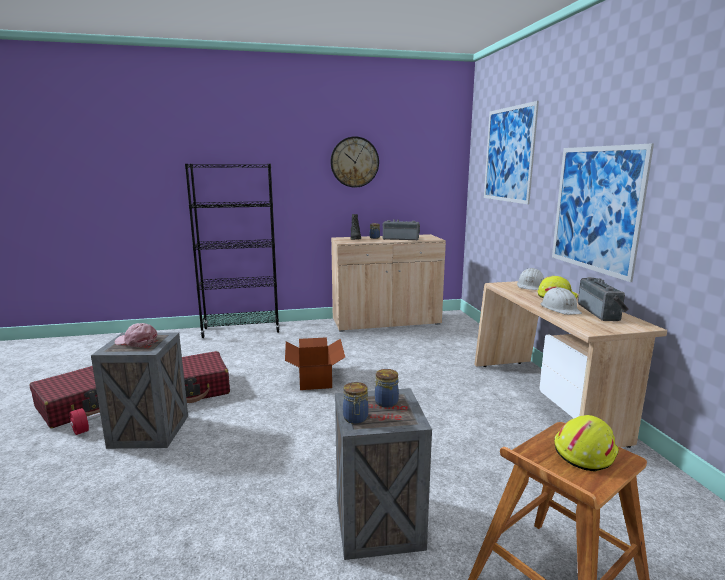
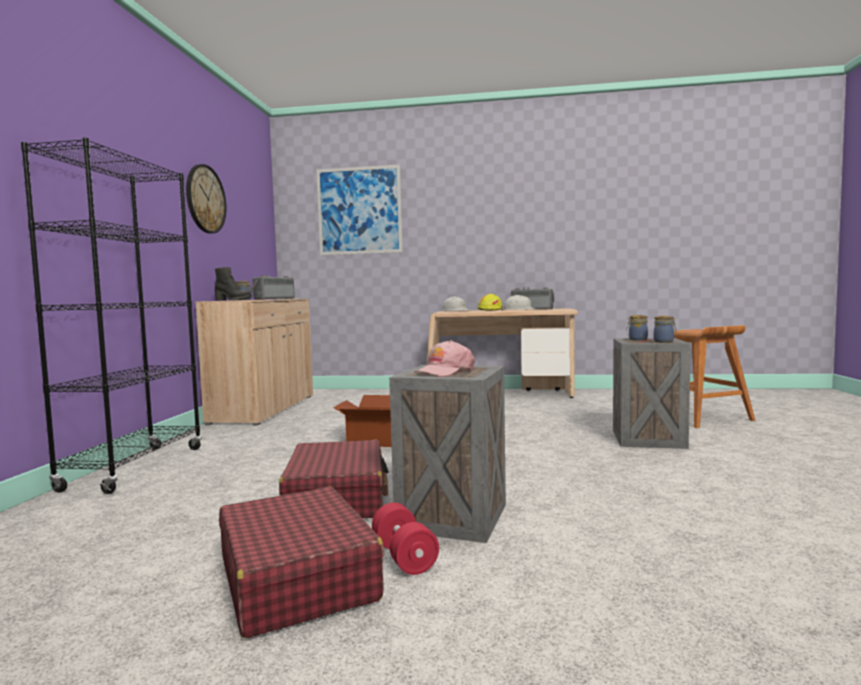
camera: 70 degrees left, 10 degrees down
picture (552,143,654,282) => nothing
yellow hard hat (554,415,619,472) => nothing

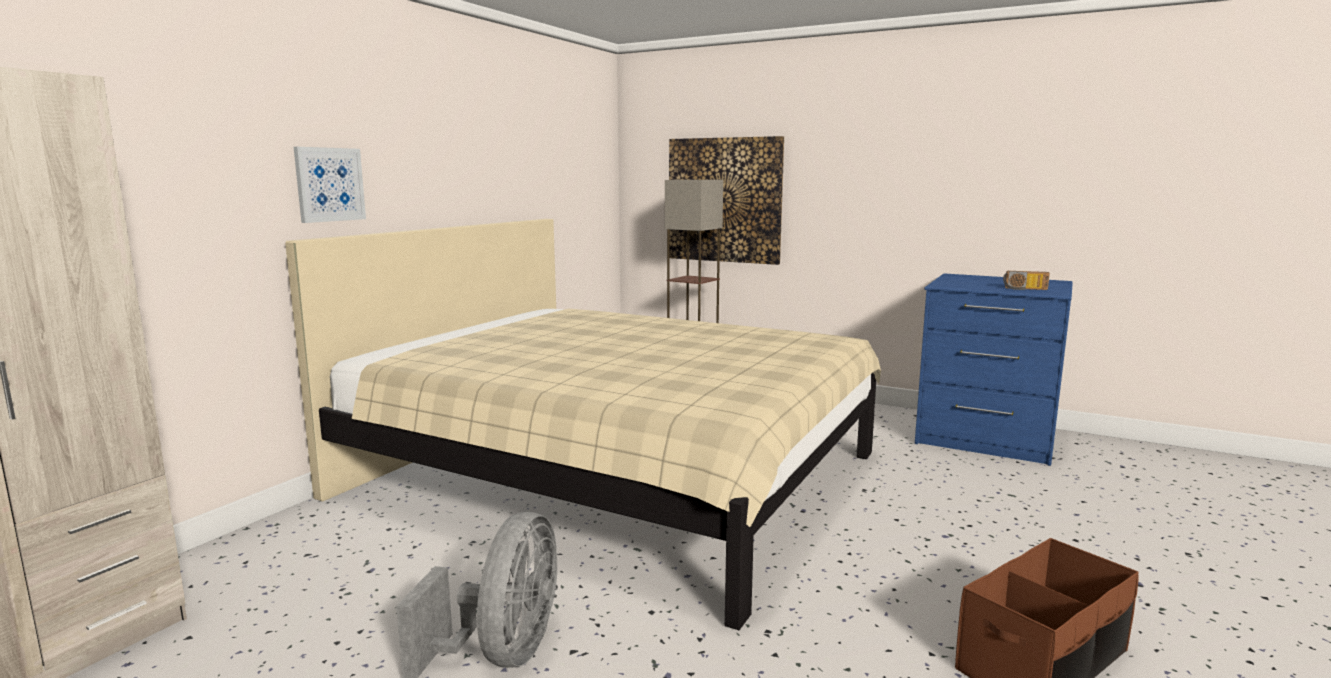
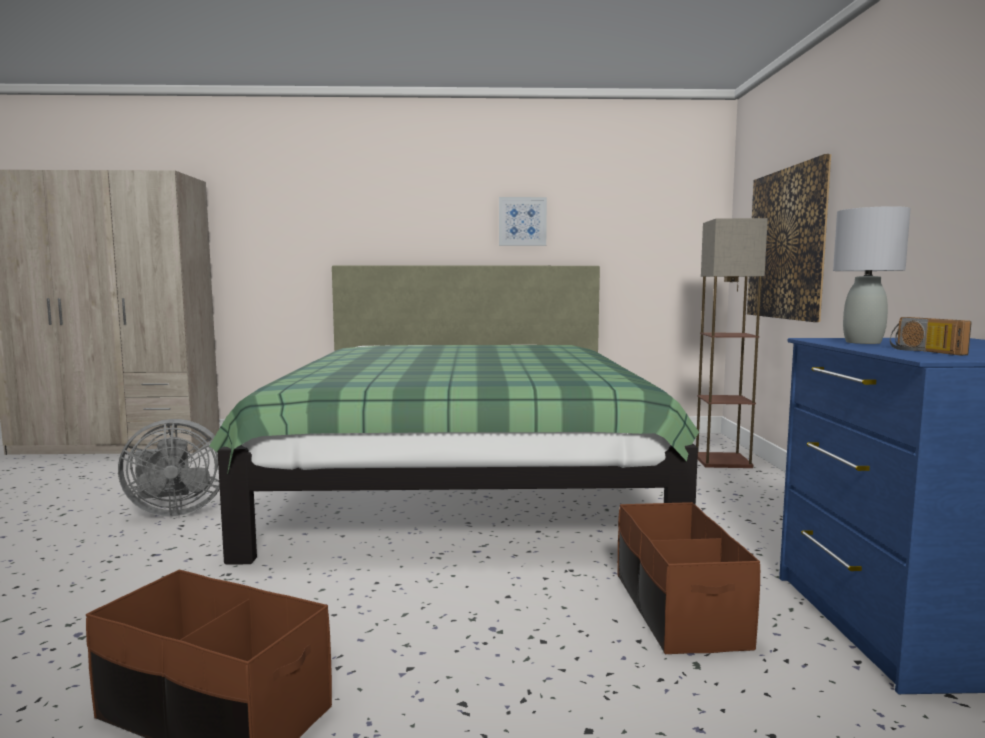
camera: 60 degrees right, 5 degrees down
nothing => brown storage box (617,502,760,654)
nothing => grey table lamp (833,206,911,344)
picture (294,147,366,223) => picture (499,197,547,246), relocated
beige bed (285,219,881,630) => green bed (209,266,699,565)

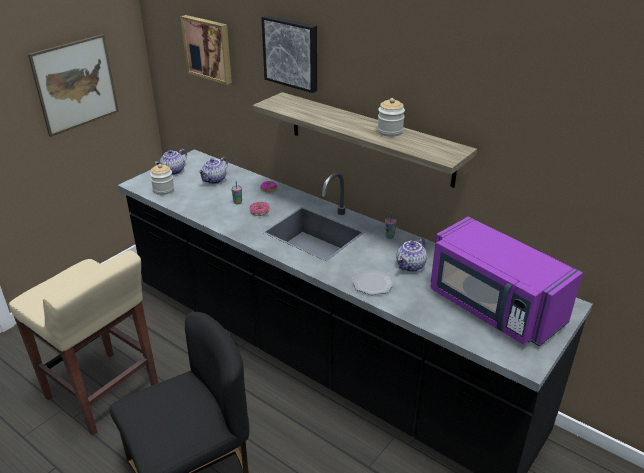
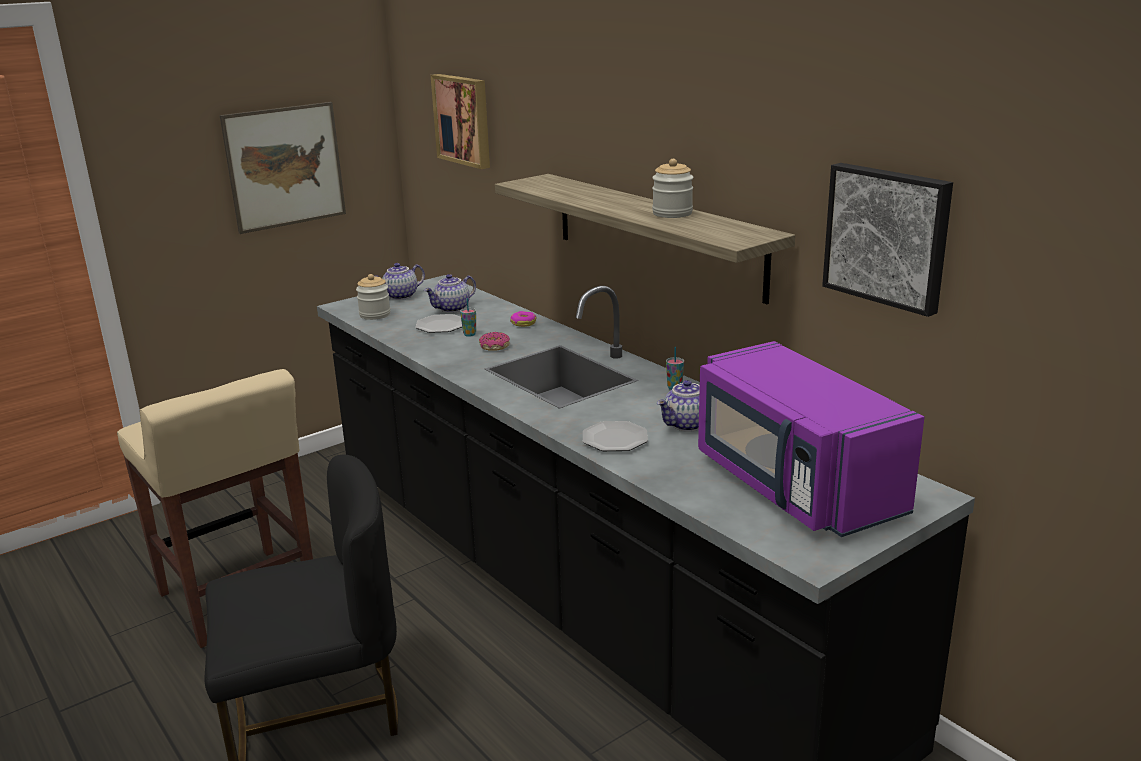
camera: 15 degrees right, 10 degrees down
nothing => plate (415,314,462,333)
picture (261,15,317,93) => picture (822,163,953,317), relocated

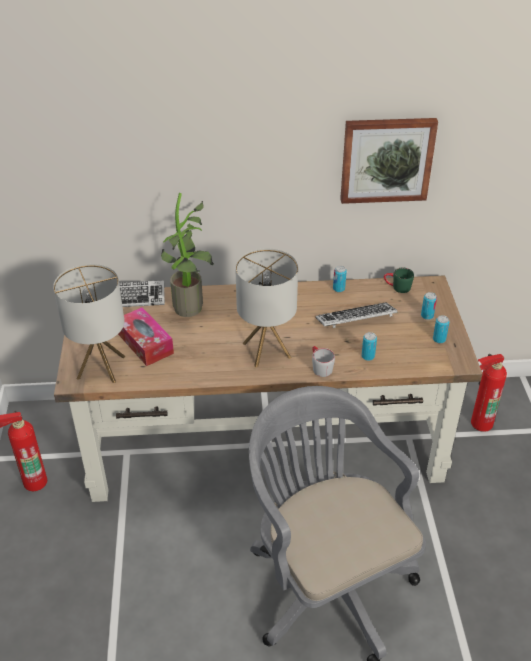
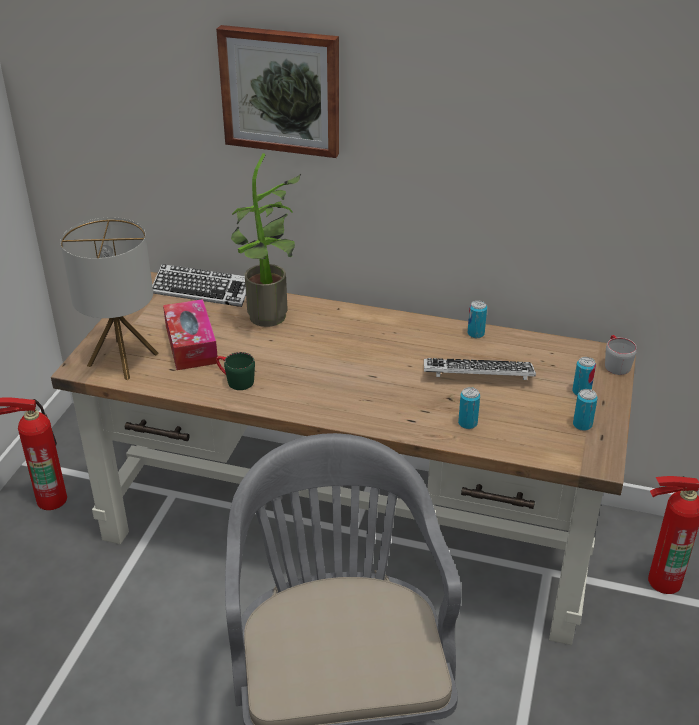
camera: 20 degrees right, 5 degrees down
table lamp (235,248,298,367) => nothing
grey mug (312,346,335,377) => grey mug (605,335,637,375), relocated
picture (340,118,438,204) => picture (216,25,339,158), relocated
green mug (384,268,414,293) => green mug (216,352,255,390), relocated

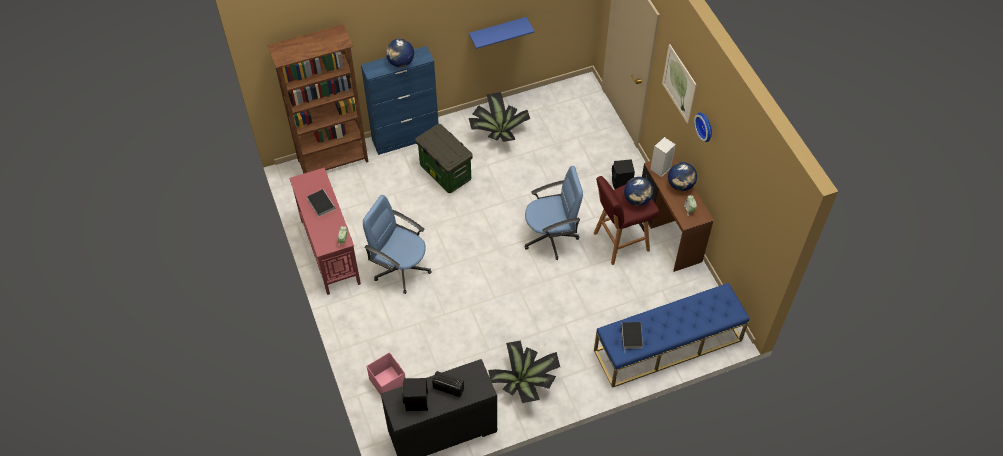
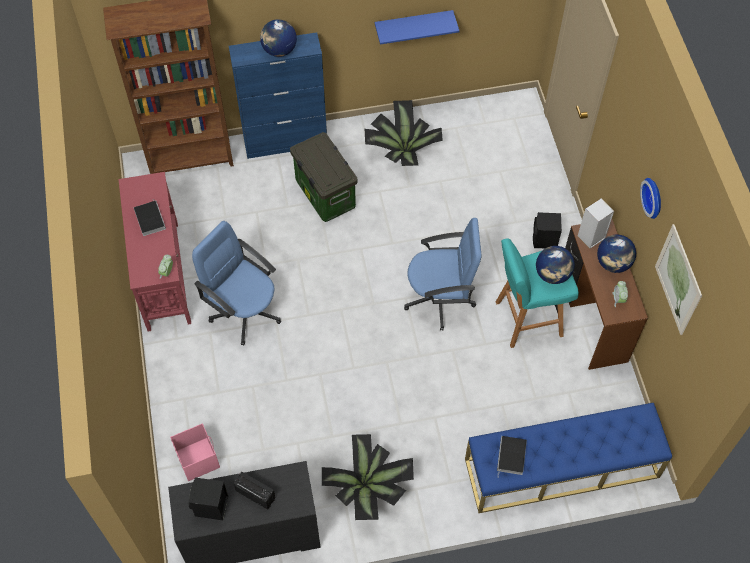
camera: 10 degrees right, 5 degrees up
picture (662,44,697,124) => picture (655,224,702,335), relocated
red stool (594,176,659,265) => turquoise stool (496,239,579,348)

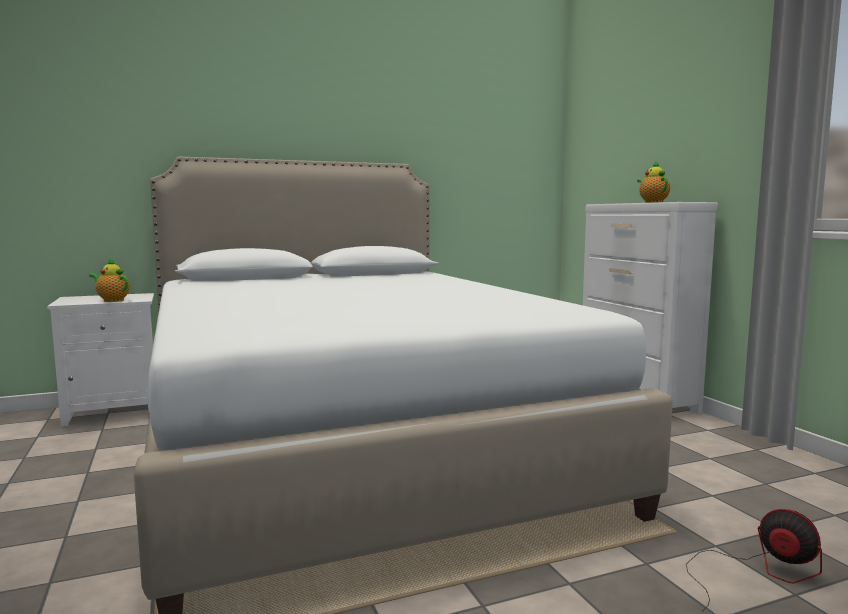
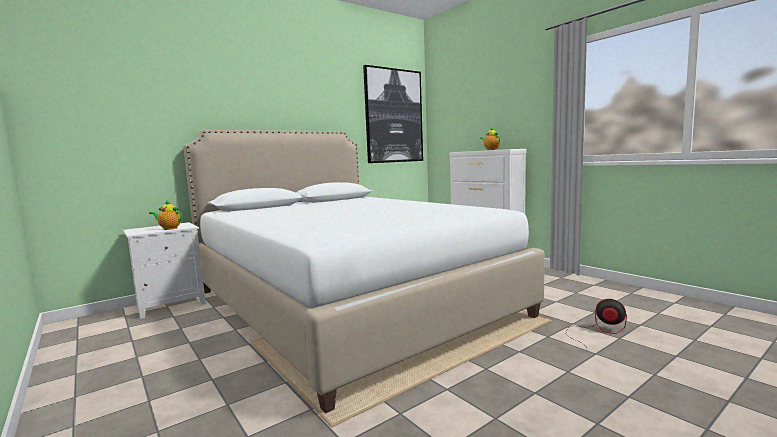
camera: 15 degrees left, 0 degrees up
nothing => picture (363,65,423,163)

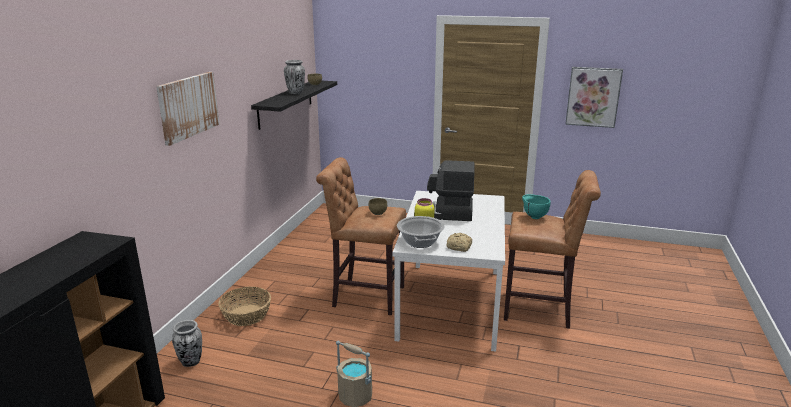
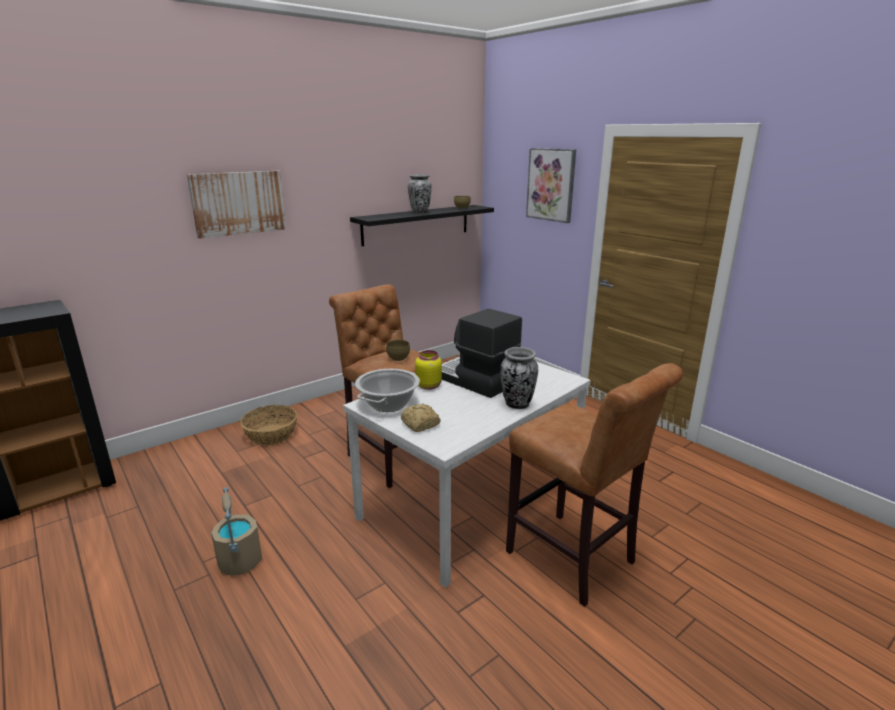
camera: 35 degrees right, 0 degrees up
turquoise bowl (522,194,551,219) => nothing
vase (172,320,202,367) => vase (500,347,538,409), relocated
picture (565,67,623,128) => picture (526,148,576,223), relocated

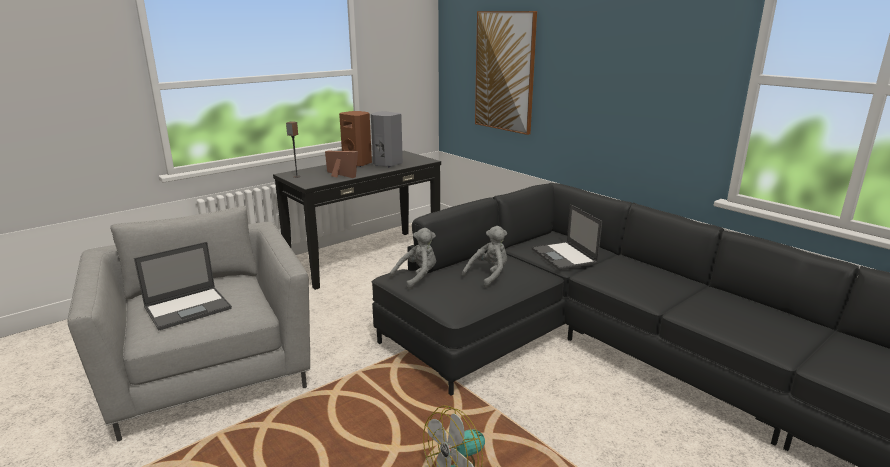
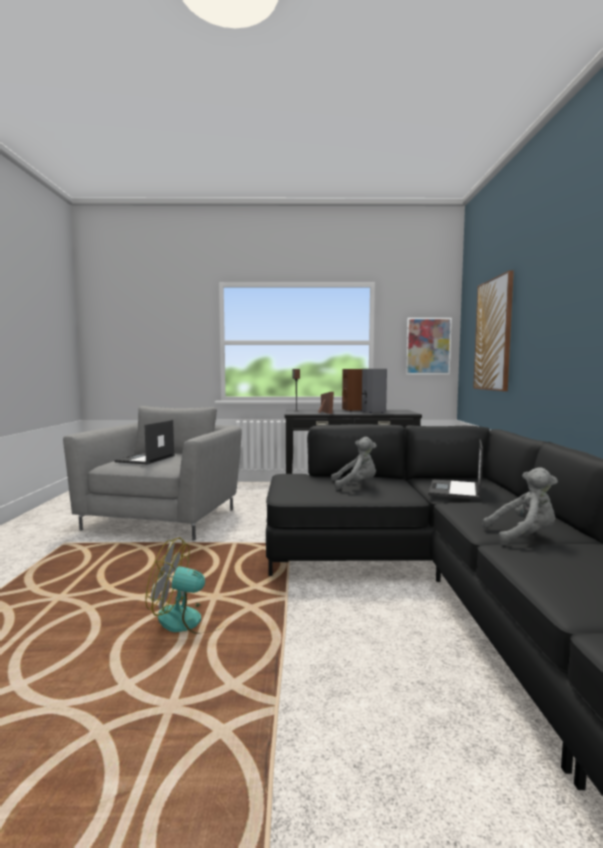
camera: 40 degrees right, 15 degrees down
nothing => picture (406,318,452,374)
grey plush toy (389,228,436,290) => grey plush toy (482,467,558,545), relocated
laptop (134,242,232,330) => laptop (114,420,175,465), 105 degrees clockwise

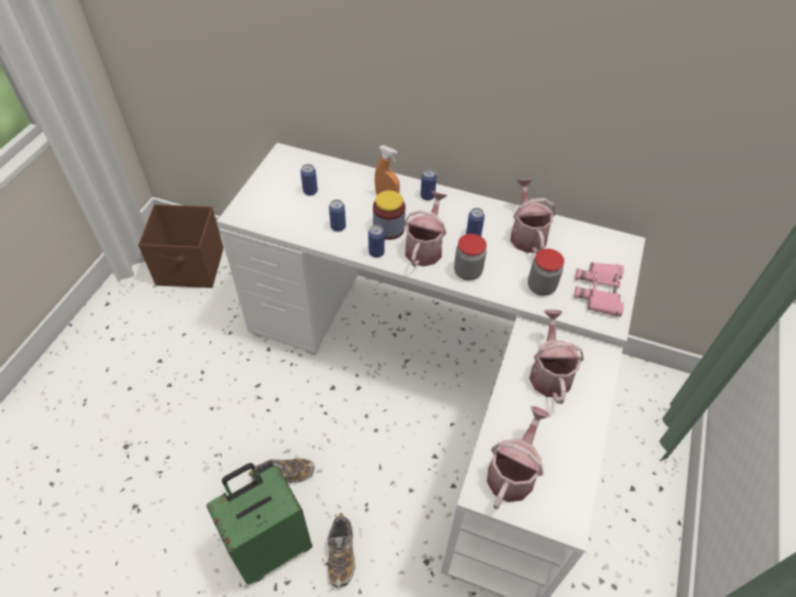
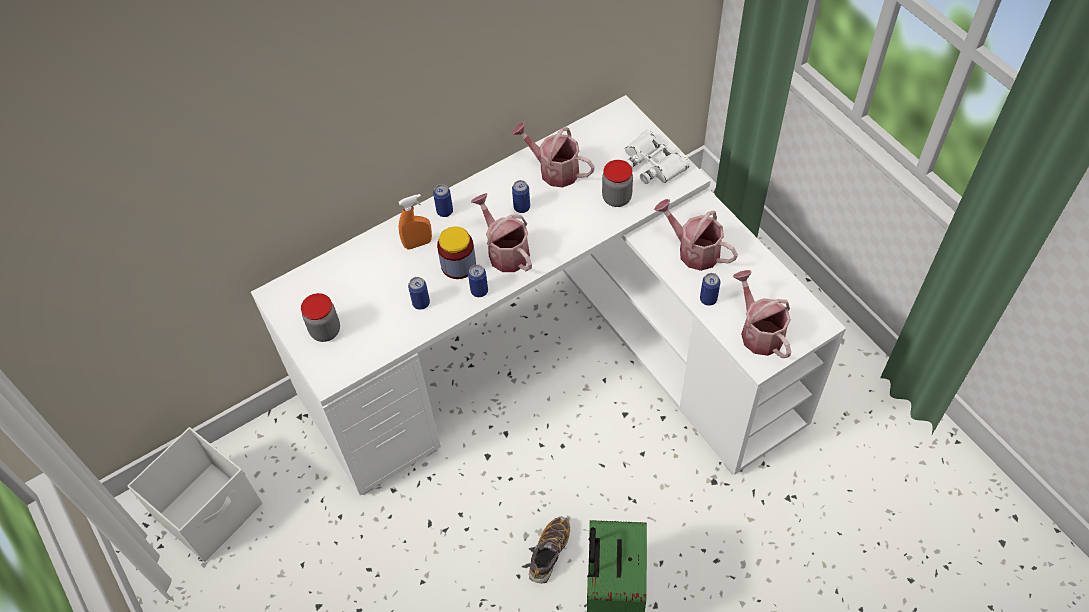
camera: 50 degrees left, 5 degrees up
shoe (328,513,356,587) => nothing
can (301,164,318,196) => can (700,273,721,306), relocated
jar (454,234,487,281) => jar (301,293,340,342), relocated
brown storage box (138,204,224,288) => white storage box (128,427,262,562)
pink binoculars (574,262,624,317) => white binoculars (624,130,690,184)

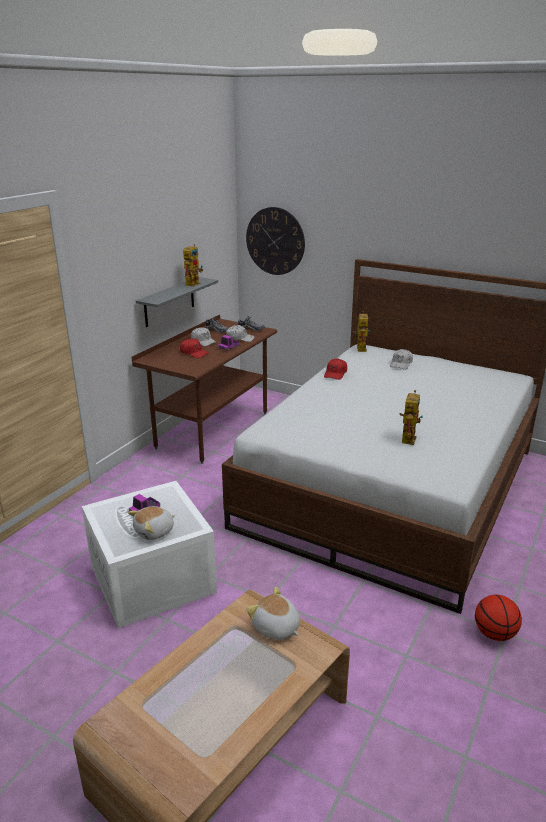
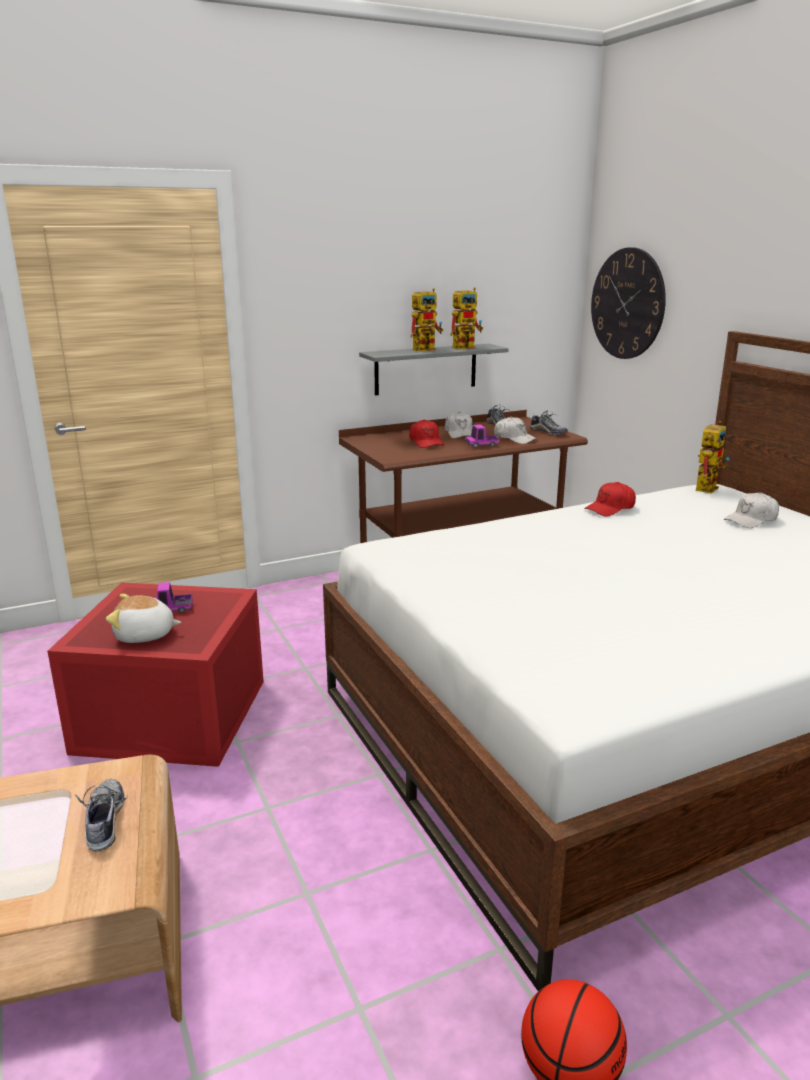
camera: 35 degrees right, 5 degrees down
toy robot (399,390,423,445) => toy robot (411,288,443,352), relocated
plush toy (246,587,300,640) => shoe (75,779,128,852)
white storage box (82,481,217,629) => red storage box (47,583,264,767)

